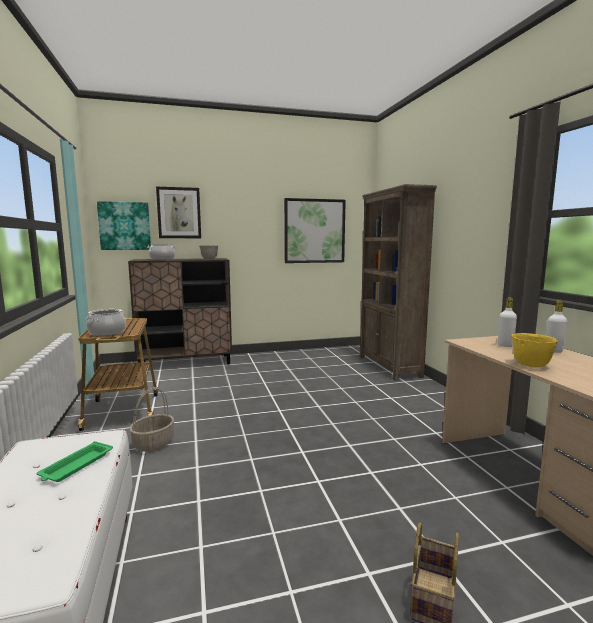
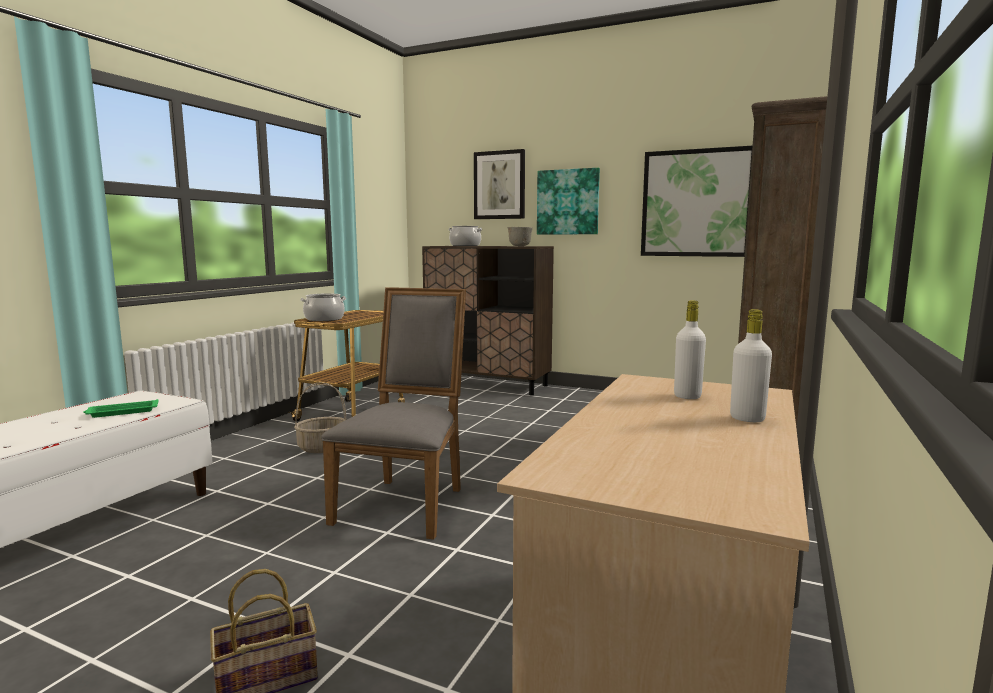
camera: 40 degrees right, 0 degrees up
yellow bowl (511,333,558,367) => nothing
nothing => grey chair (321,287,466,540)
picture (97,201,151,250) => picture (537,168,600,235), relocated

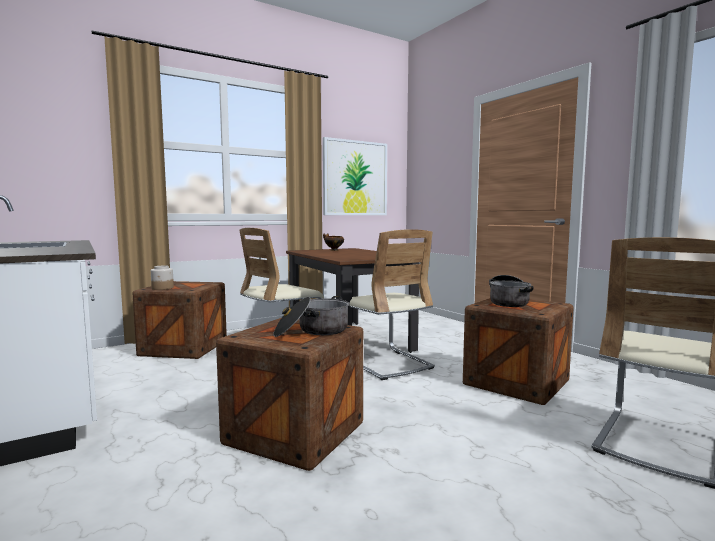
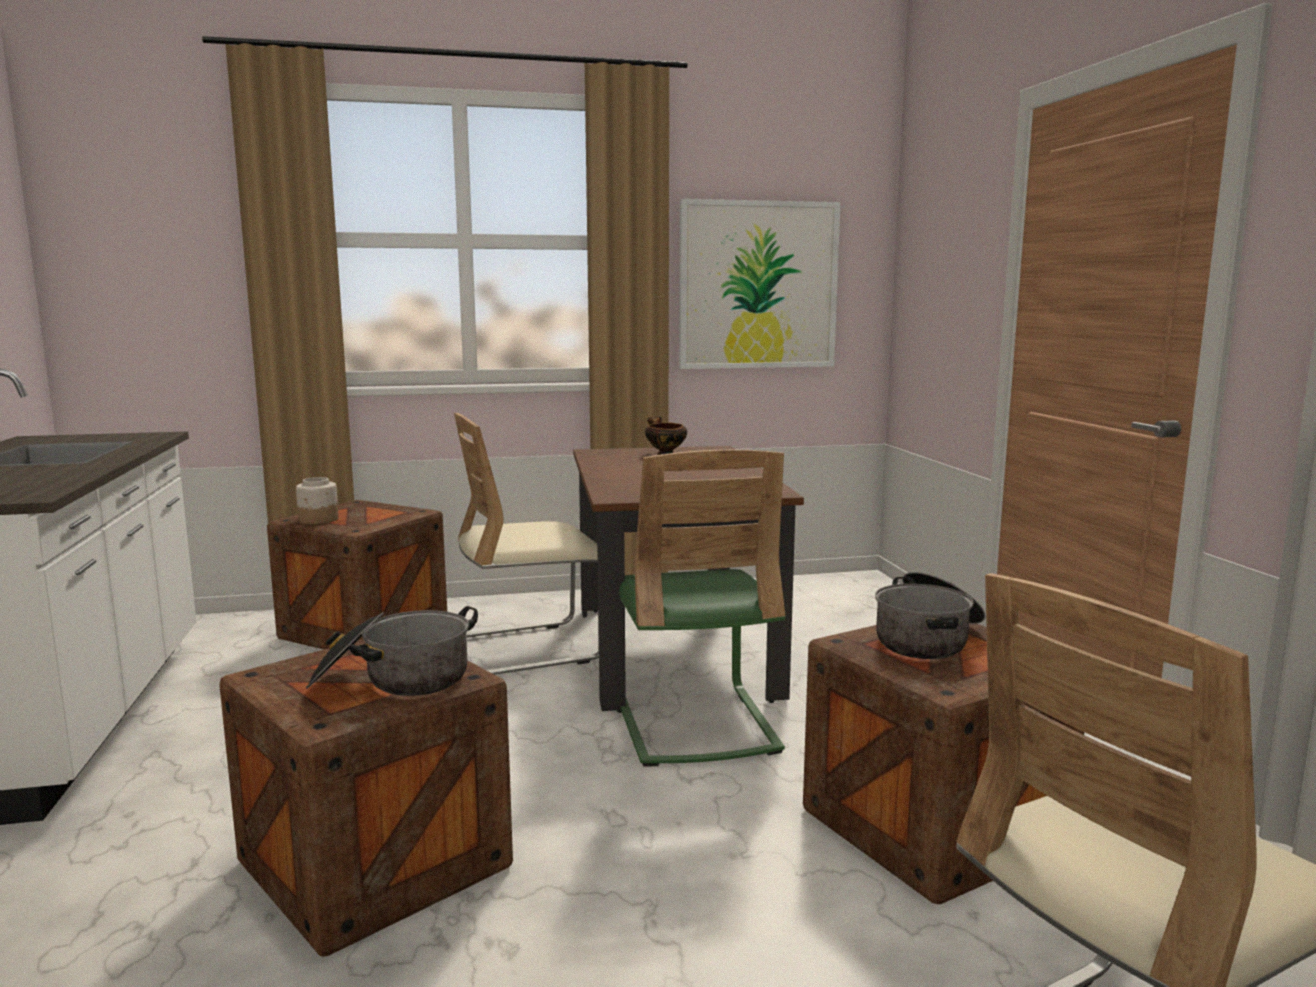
camera: 20 degrees right, 5 degrees up
beige chair (350,229,435,380) => green chair (619,450,785,766)

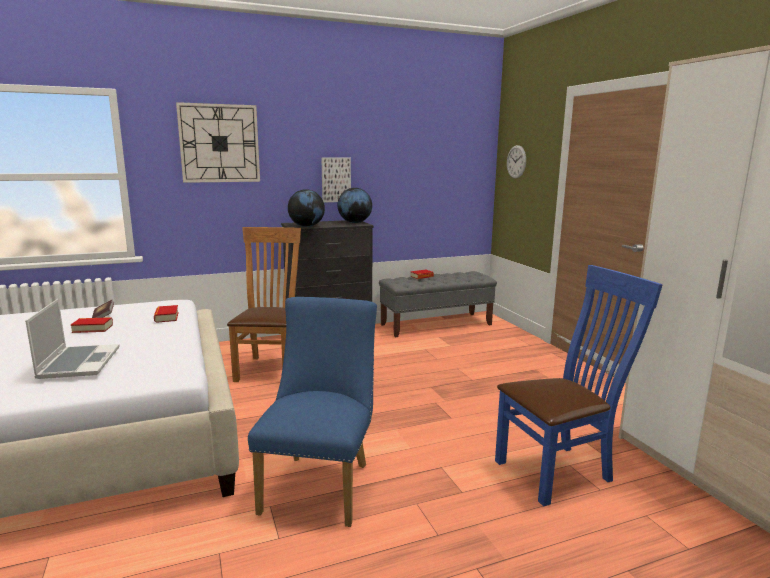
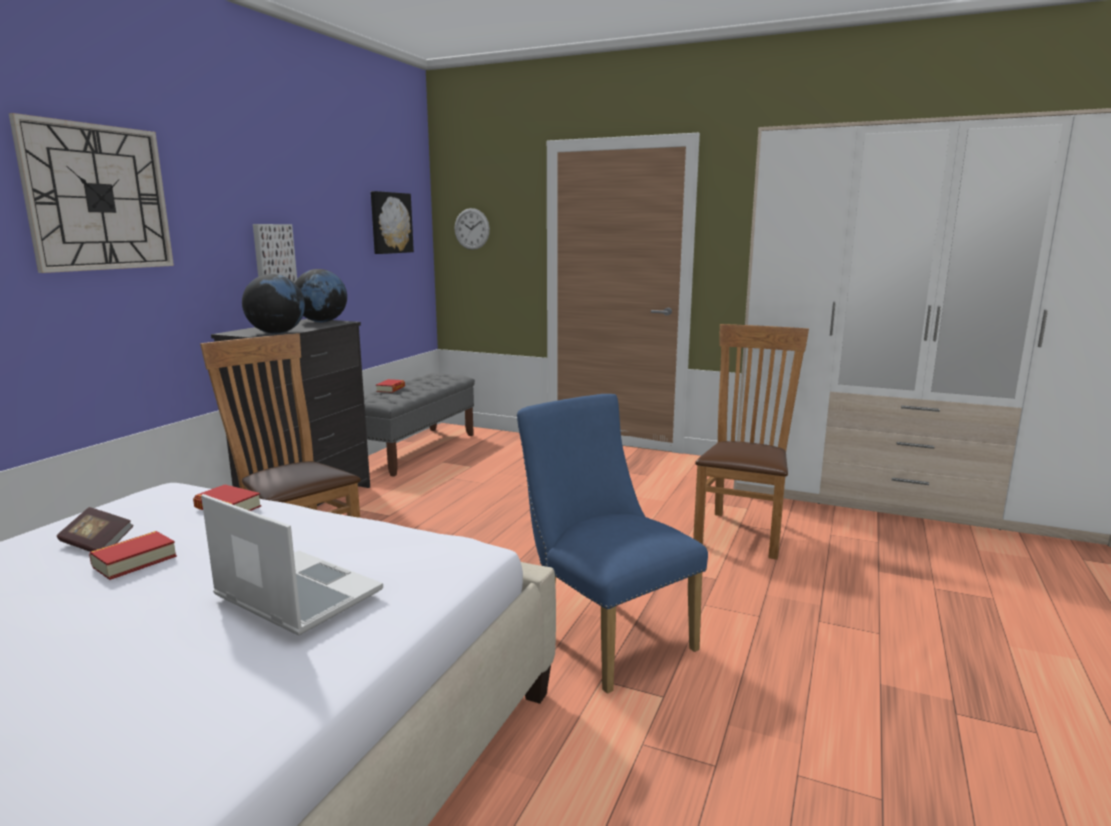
camera: 45 degrees left, 0 degrees up
nothing => picture (371,191,414,254)
blue chair (495,265,663,507) => brown chair (693,324,809,560)

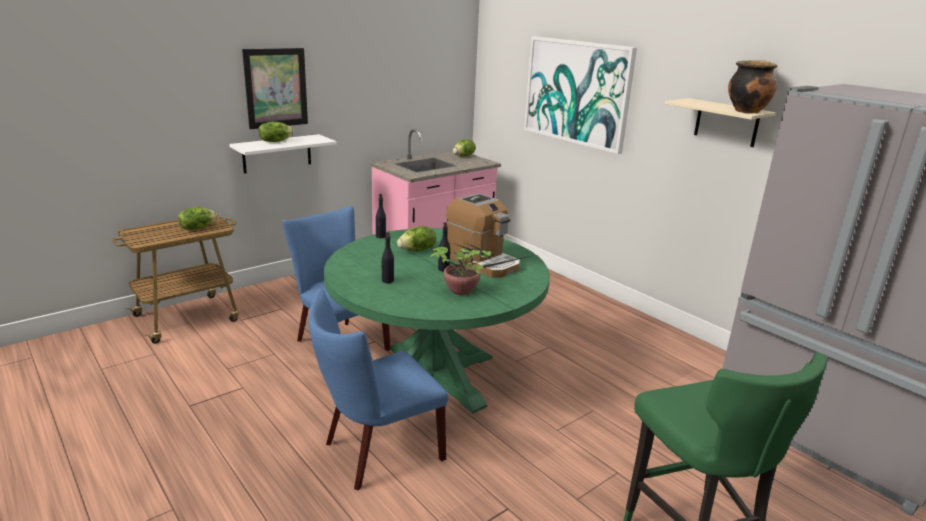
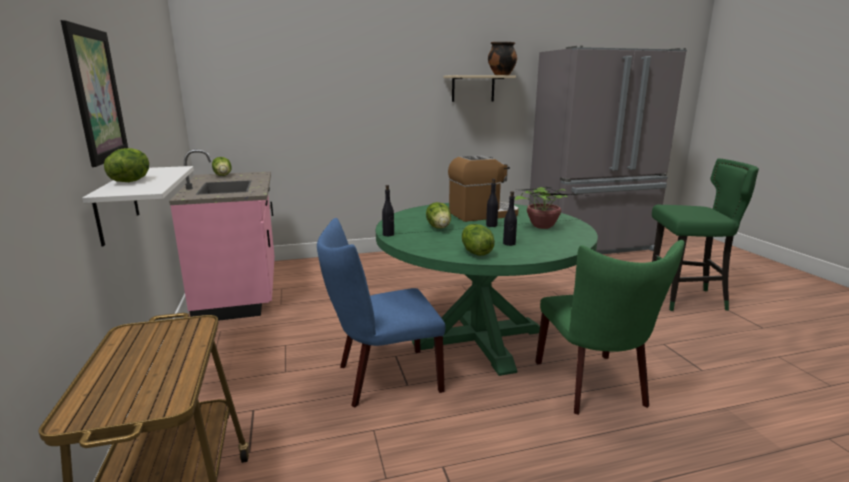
camera: 65 degrees left, 5 degrees down
picture (524,37,637,154) => nothing
lettuce (178,207,217,230) => lettuce (462,224,495,256), relocated
blue chair (309,288,449,490) => green chair (535,240,685,415)

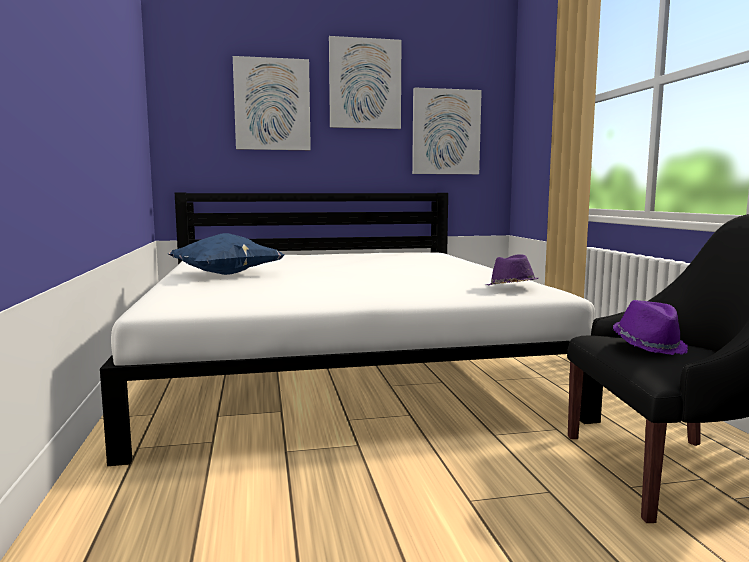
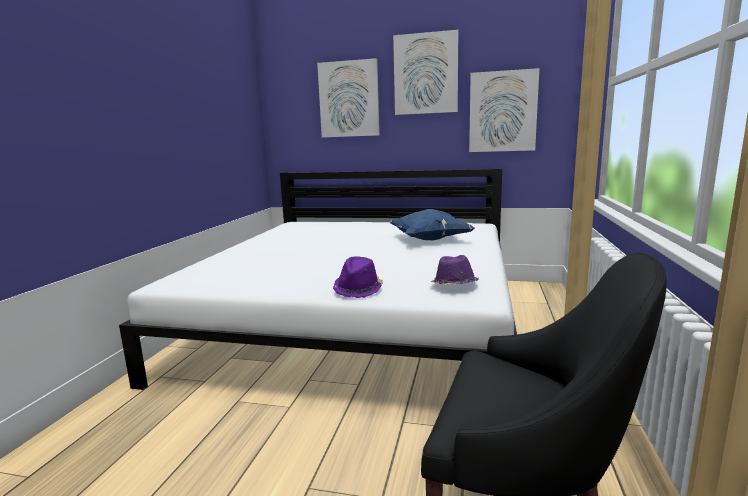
camera: 25 degrees right, 5 degrees up
blue pillow (168,233,284,275) => blue pillow (389,209,475,240), relocated
purple hat (613,300,688,355) => purple hat (333,256,383,298), relocated

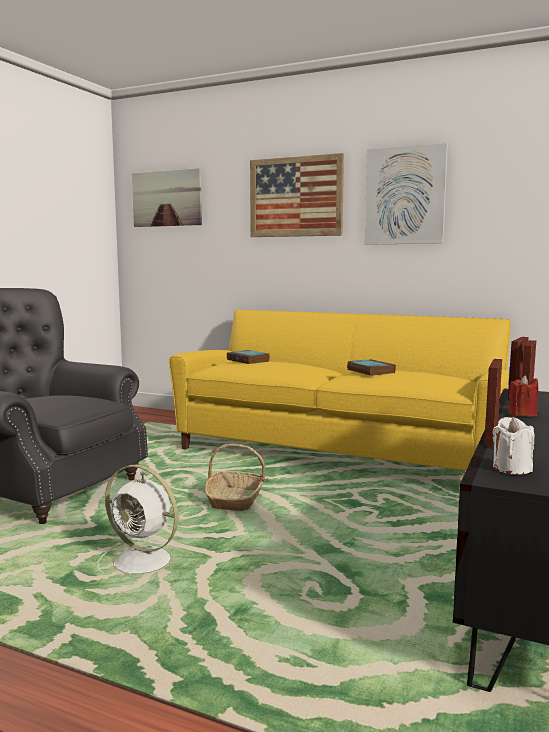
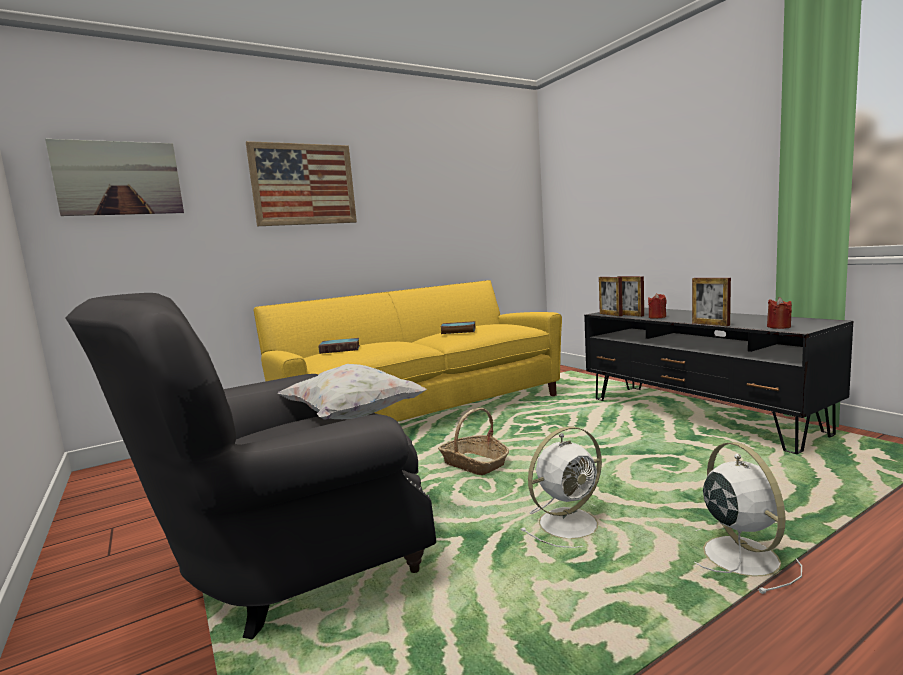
camera: 55 degrees left, 0 degrees up
picture (365,143,448,245) => nothing
nothing => white pillow (278,364,427,420)
nothing => white fan (695,442,802,594)
white candle (493,417,534,475) => red candle (767,297,792,329)

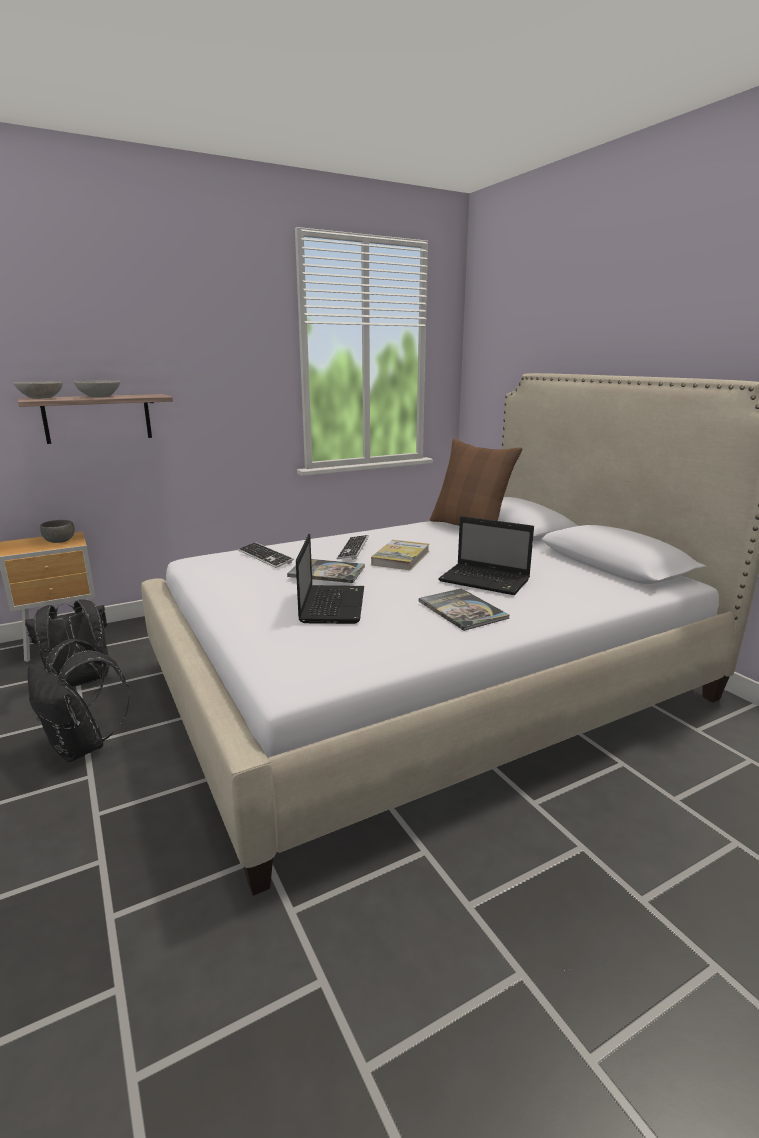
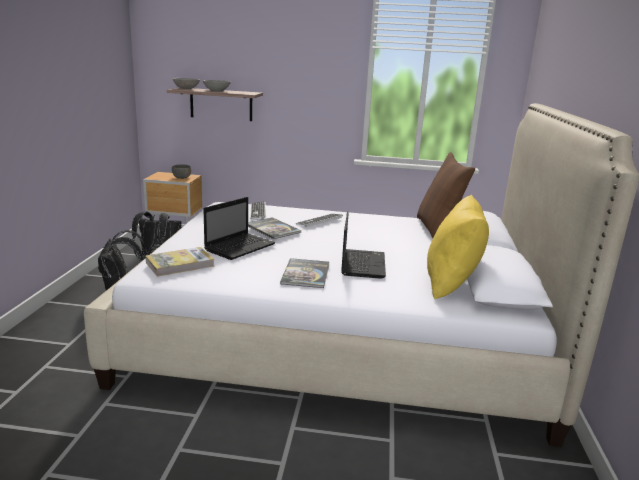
camera: 35 degrees right, 0 degrees up
nothing => yellow pillow (427,194,489,299)
book (371,540,429,570) => book (146,247,214,277), relocated
laptop (438,516,534,595) => laptop (341,211,386,279), 150 degrees counterclockwise

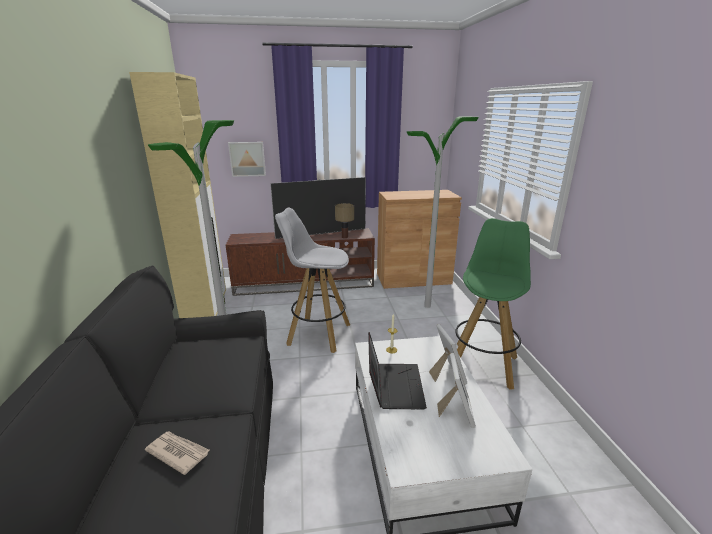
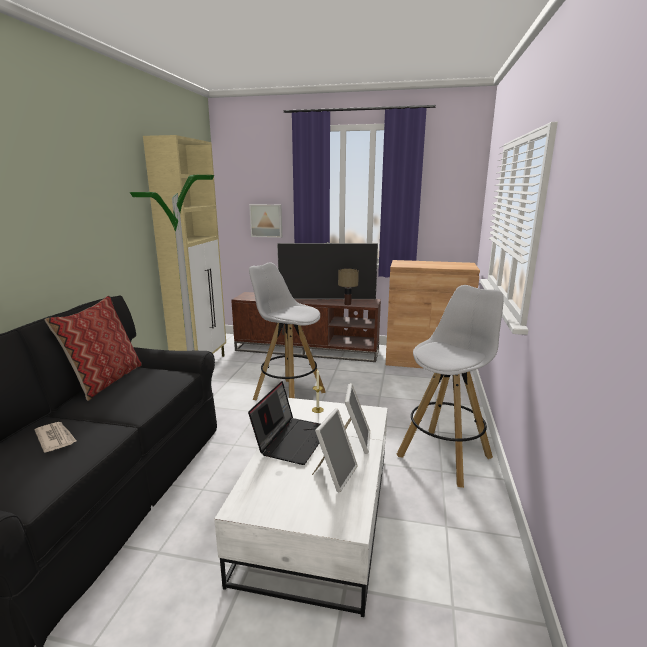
camera: 20 degrees right, 5 degrees down
floor lamp (407,117,479,308) => nothing
nothing => pillow (44,295,142,401)
green stool (455,218,531,390) => white stool (397,285,504,488)

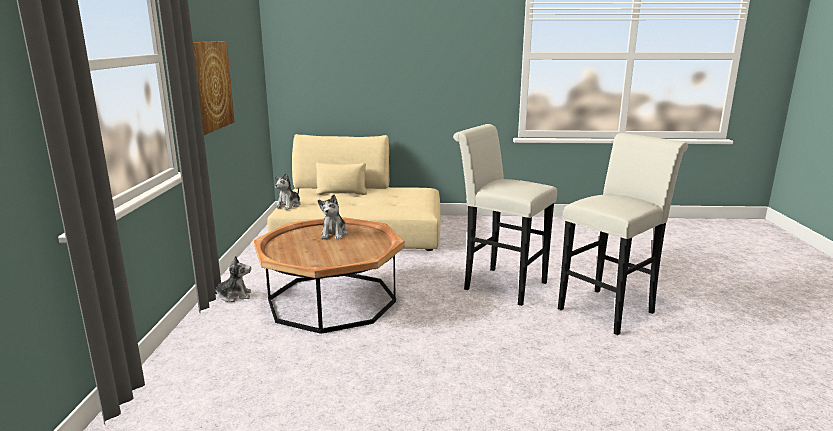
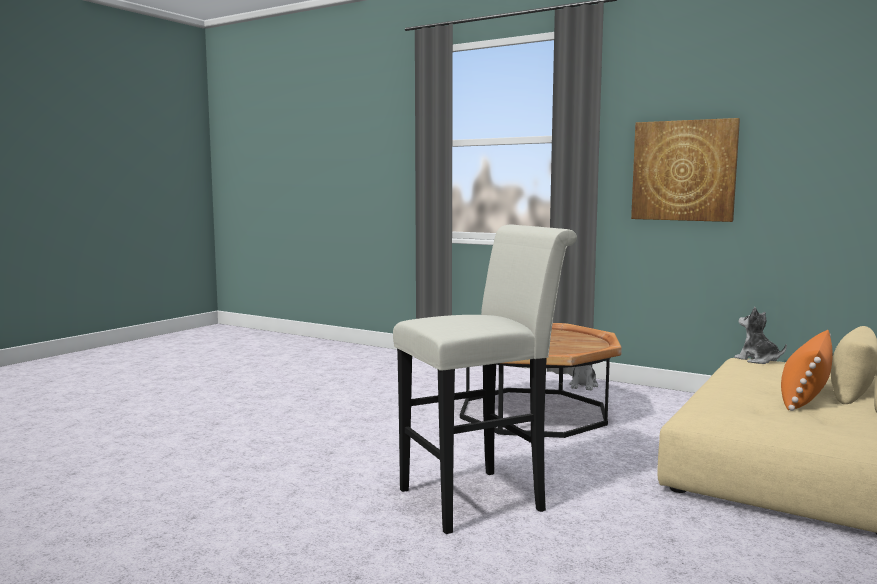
camera: 120 degrees right, 10 degrees down
plush toy (318,194,348,239) => nothing
white stool (558,133,688,335) => nothing
nothing => orange pillow (781,330,833,411)

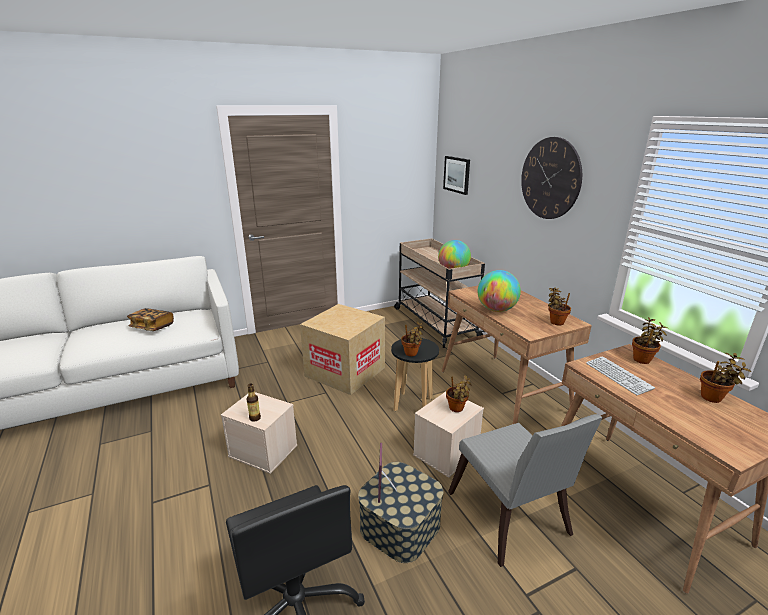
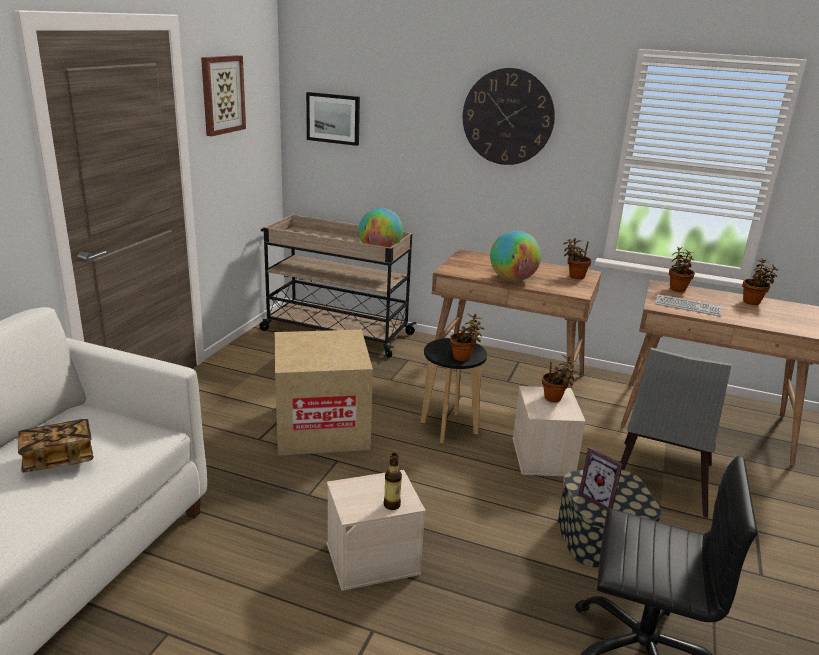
camera: 45 degrees left, 0 degrees up
nothing => picture (201,55,246,136)
grey chair (448,414,603,567) => grey chair (620,348,731,518), 90 degrees clockwise

